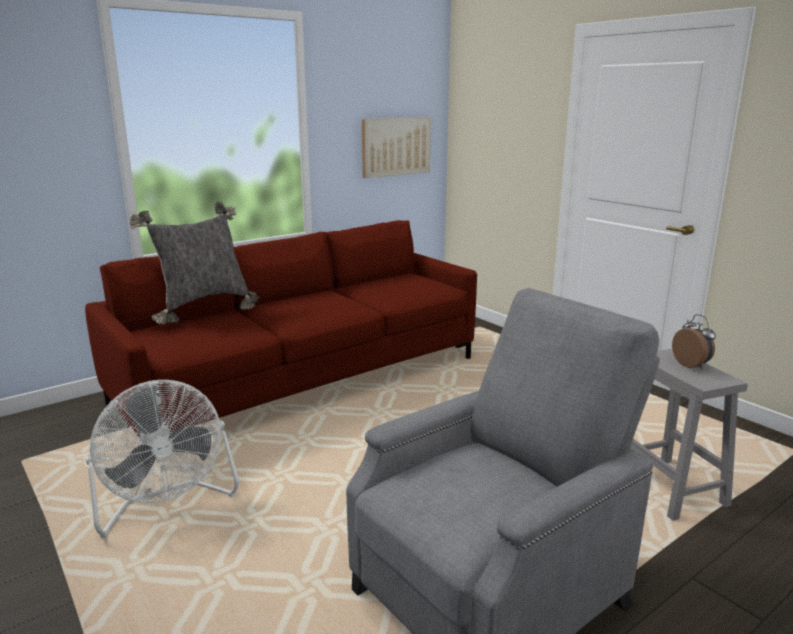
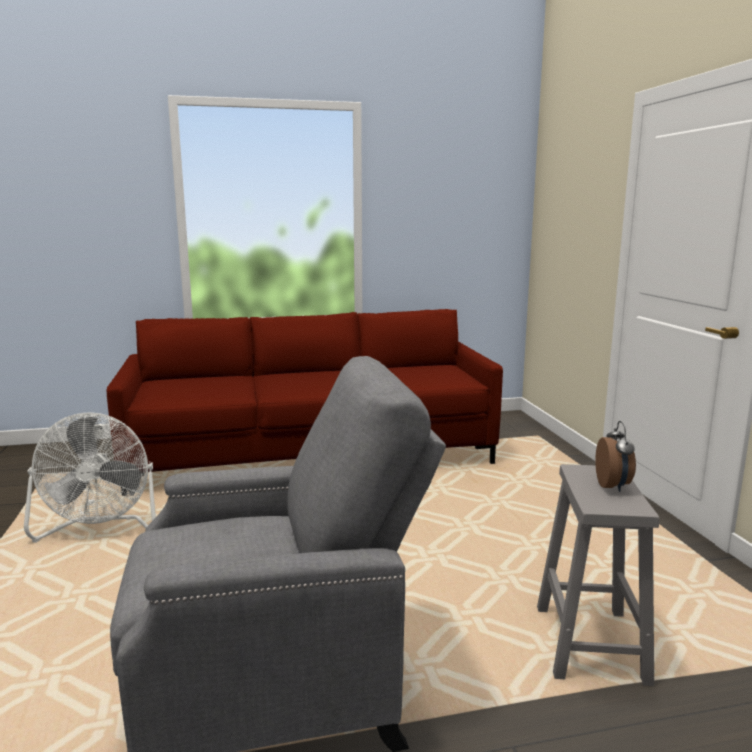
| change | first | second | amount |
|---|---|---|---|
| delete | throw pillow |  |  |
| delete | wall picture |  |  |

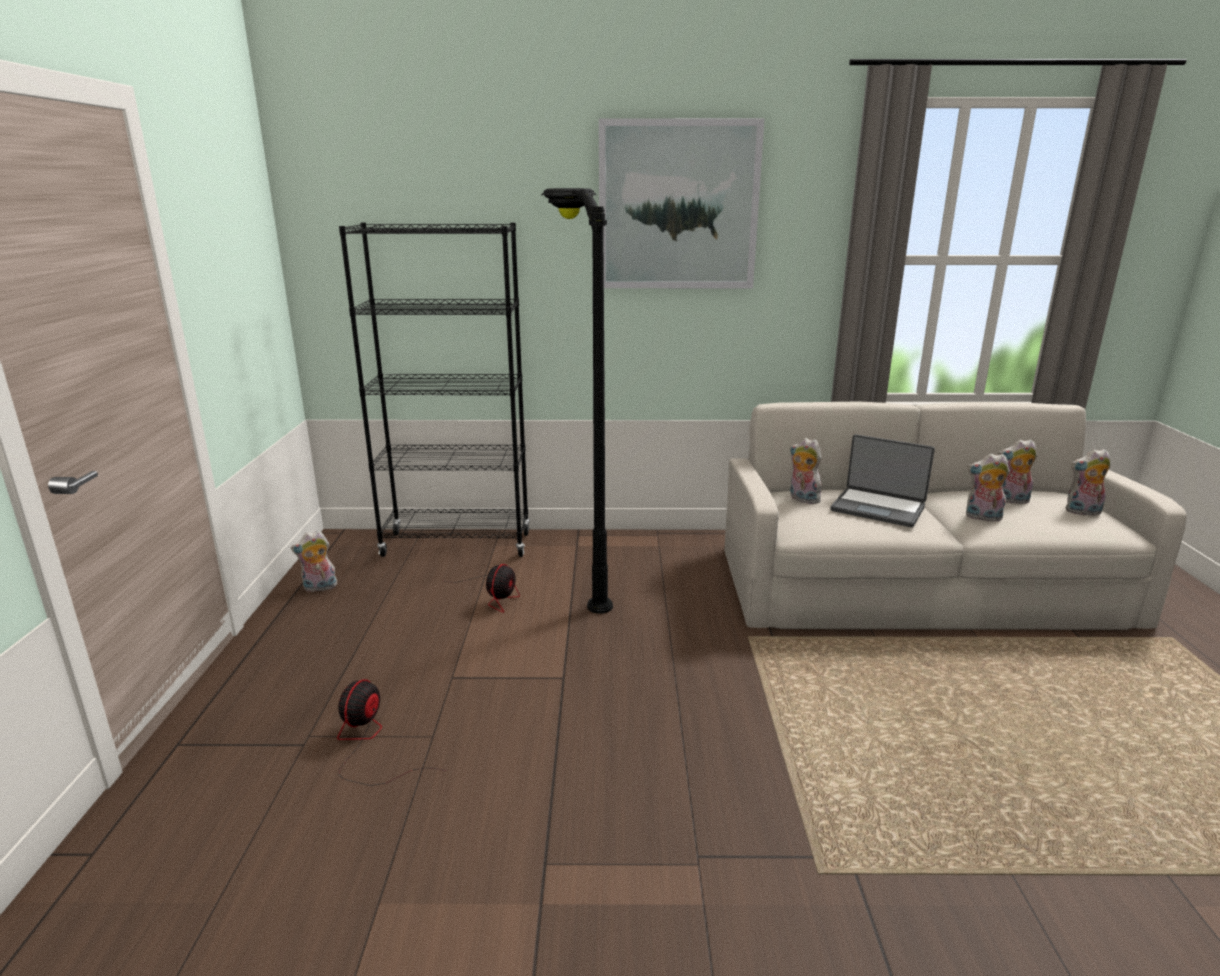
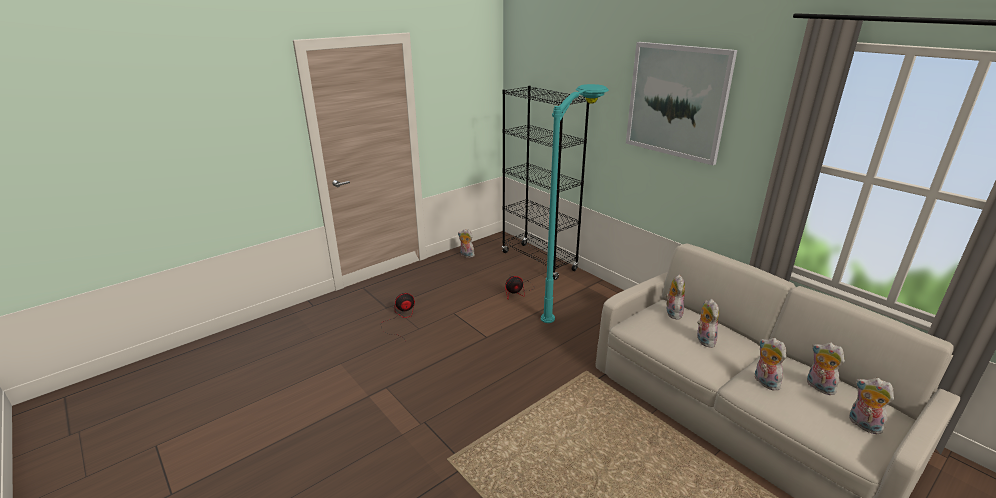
| change | first | second | amount |
|---|---|---|---|
| recolor | black floor lamp | turquoise-coloured floor lamp |  |
| replace | portable computer | soft toy (3rd from left) |  |

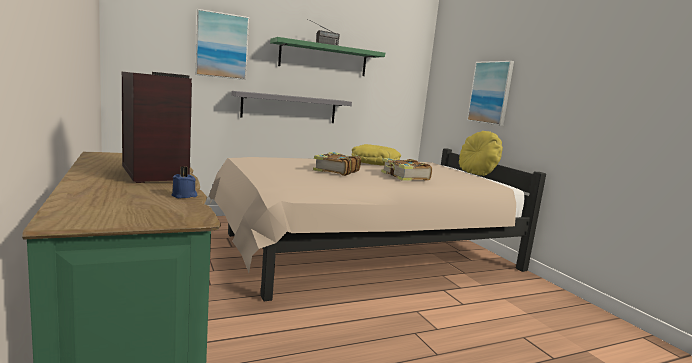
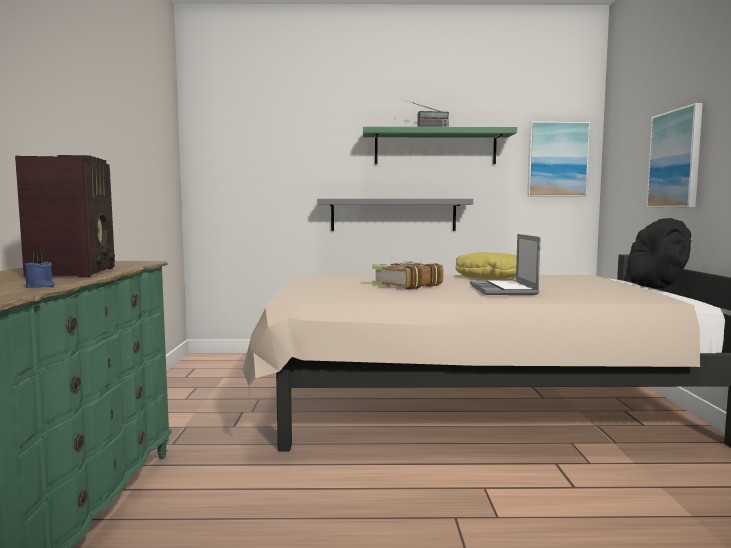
| change | first | second | amount |
|---|---|---|---|
| move | wall picture (1st from left) |  |  |
| replace | bound book (2nd from left) | portable computer |  |
| recolor | yellow throw pillow (2nd from left) | black throw pillow |  |

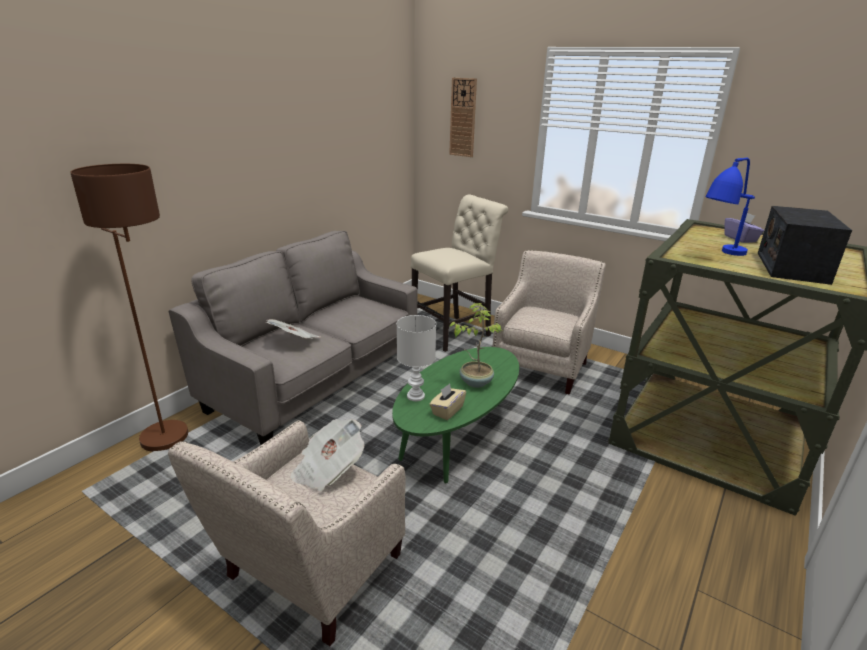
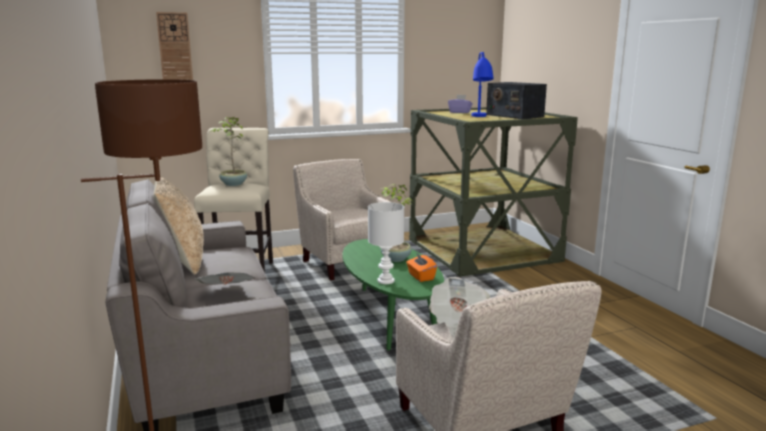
| change | first | second | amount |
|---|---|---|---|
| recolor | beige-coloured tissue holder | orangey tissue holder |  |
| insert |  | beige-coloured throw pillow |  |
| insert |  | potted plant (1st from left) |  |

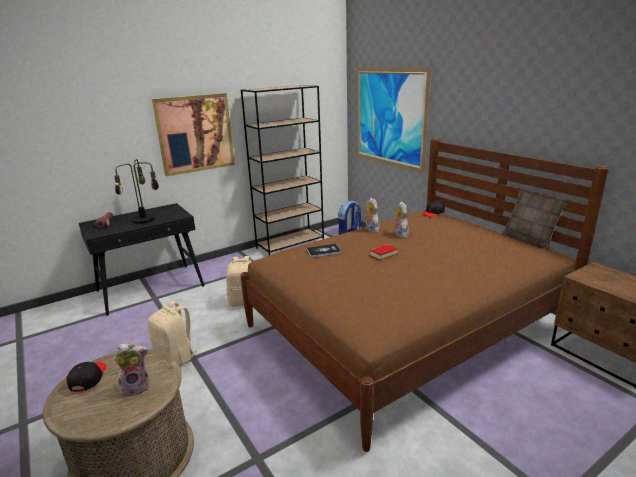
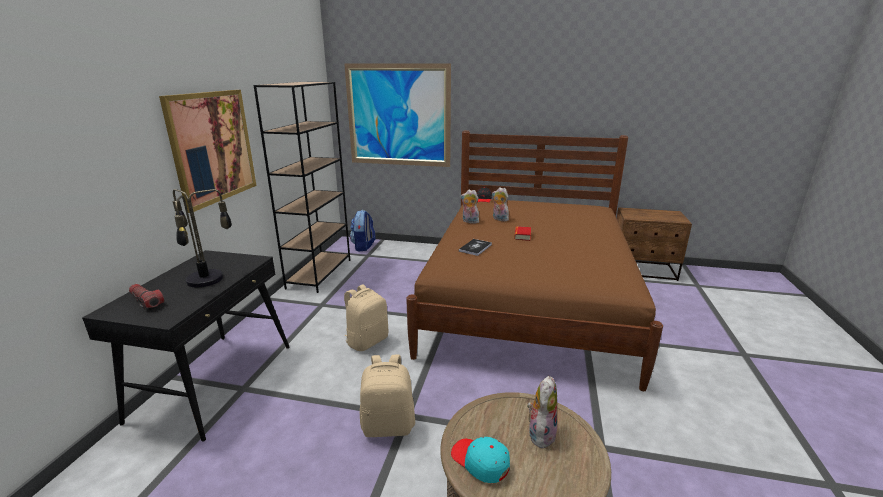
| change | first | second | amount |
|---|---|---|---|
| recolor | black baseball cap (1st from left) | turquoise-coloured baseball cap |  |
| delete | throw pillow |  |  |

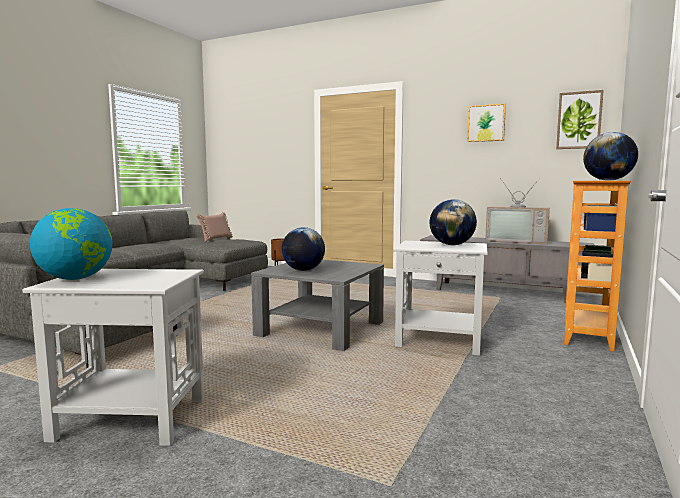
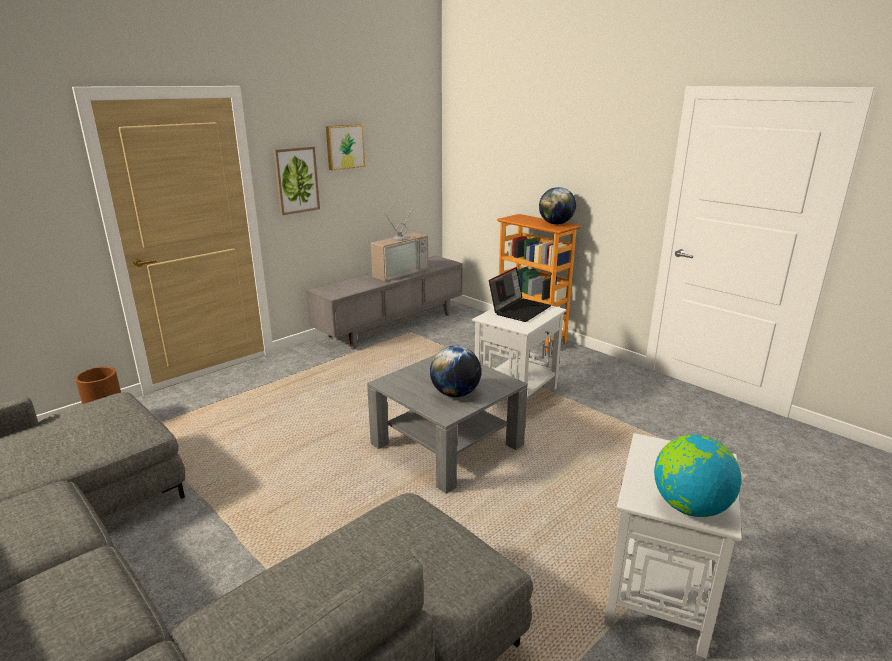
| change | first | second | amount |
|---|---|---|---|
| delete | beige-coloured throw pillow |  |  |
| replace | world globe (3rd from left) | portable computer |  |
| move | wall picture (2nd from left in the first image) | wall picture (1st from left) |  |

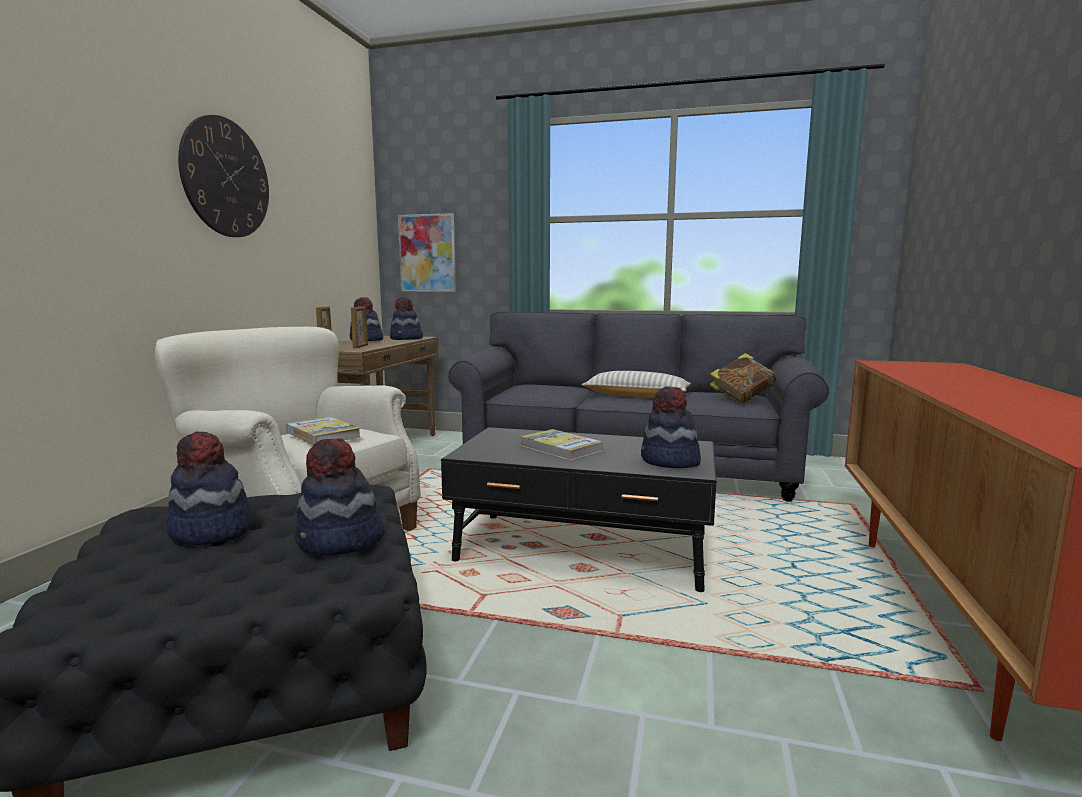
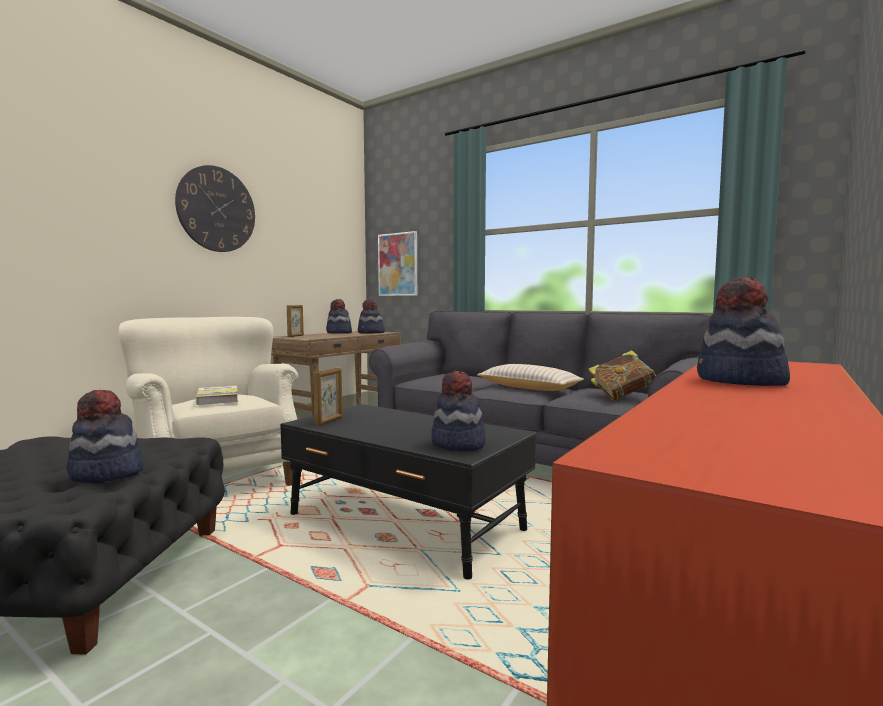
| change | first | second | amount |
|---|---|---|---|
| move | clothing hat (1st from left in the first image) | clothing hat (5th from left) |  |
| move | picture frame (2nd from left) |  |  |
| delete | bound book (2nd from left) |  |  |

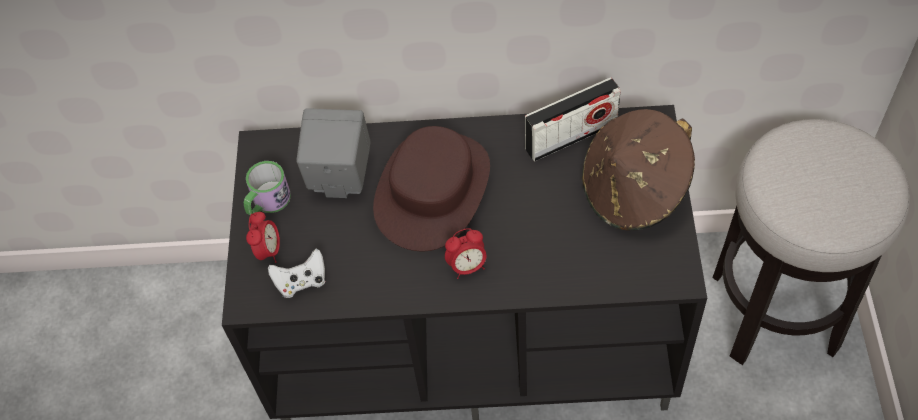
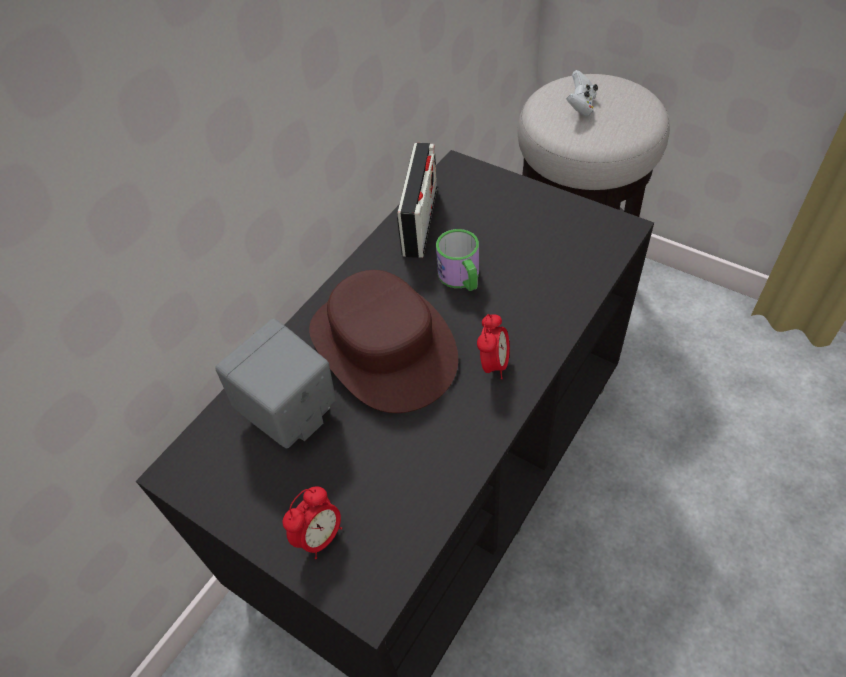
| change | first | second | amount |
|---|---|---|---|
| move | tea mug |  |  |
| rotate | alarm clock (1st from left) |  | 90 degrees clockwise |
| move | whitish game controller |  |  |
| delete | brownish clothing hat (2nd from left) |  |  |

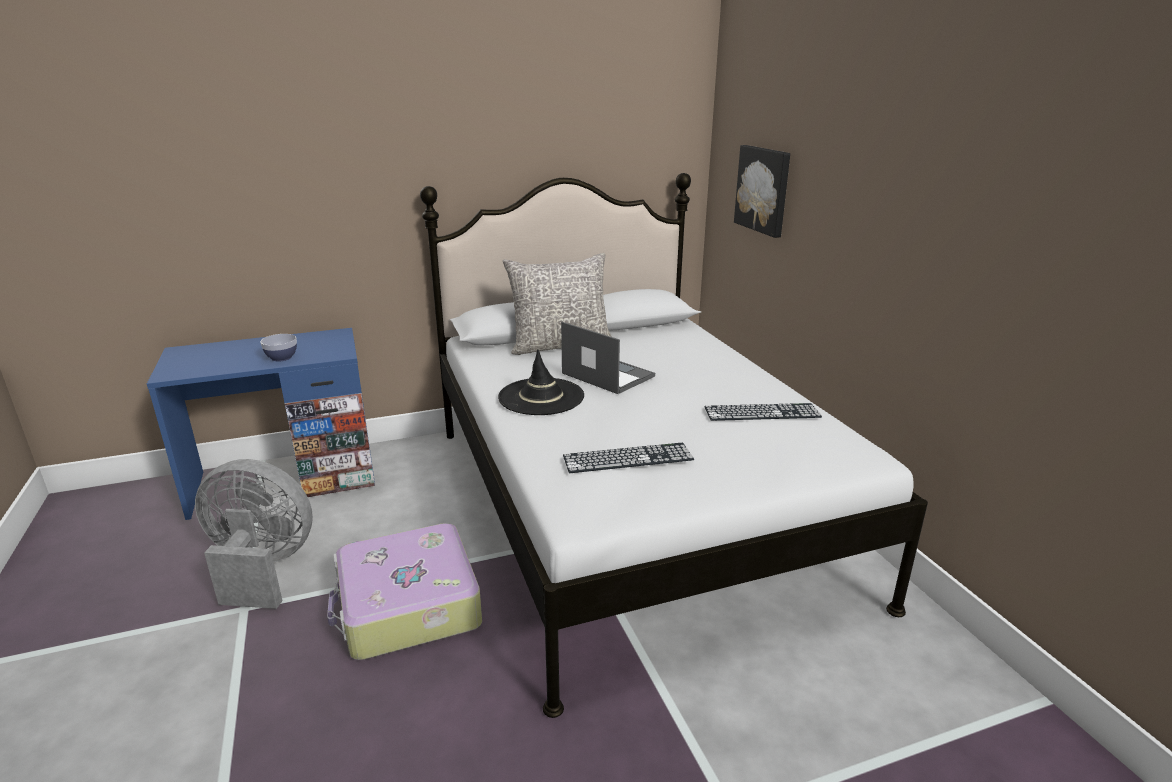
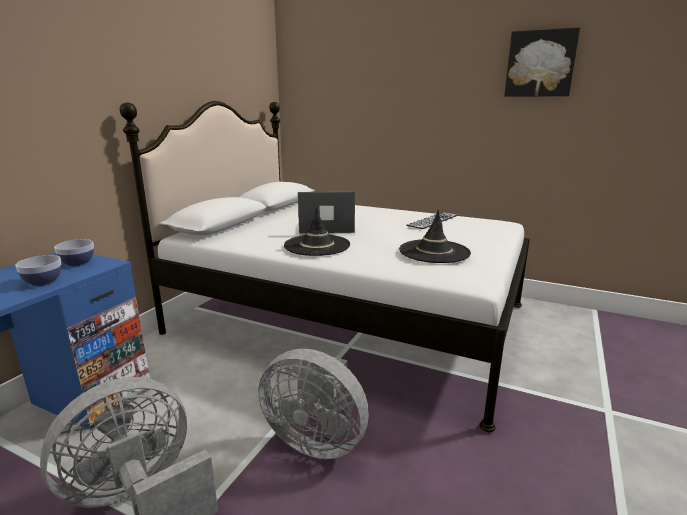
| change | first | second | amount |
|---|---|---|---|
| replace | travel case | gray fan (2nd from left) |  |
| delete | gray throw pillow |  |  |
| replace | keyboard (1st from left) | black clothing hat (2nd from left) |  |
| move | wall picture |  |  |
| insert |  | deep dish (2nd from left) |  |

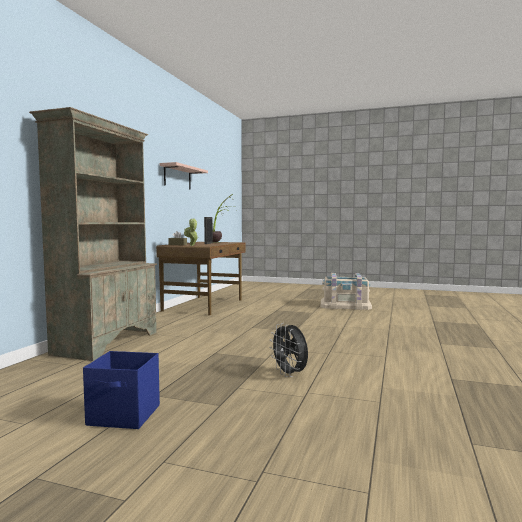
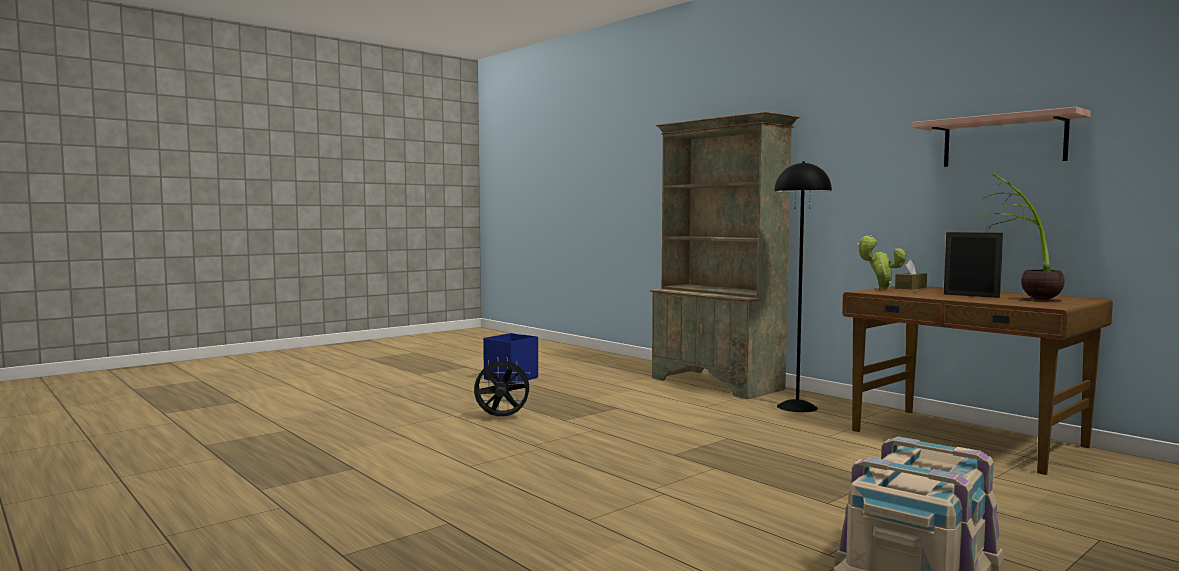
| change | first | second | amount |
|---|---|---|---|
| insert |  | black floor lamp |  |

